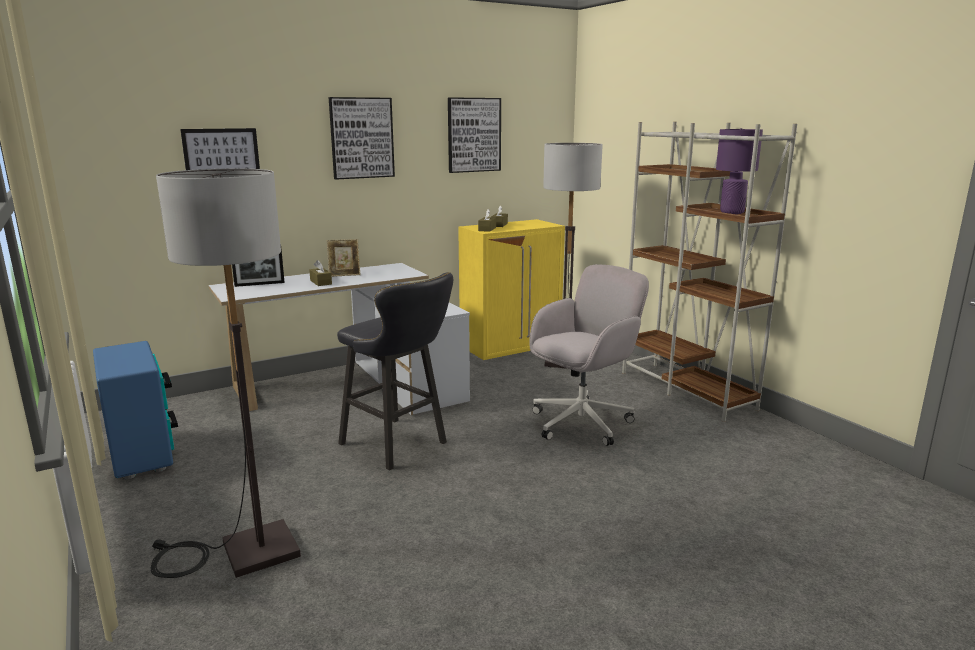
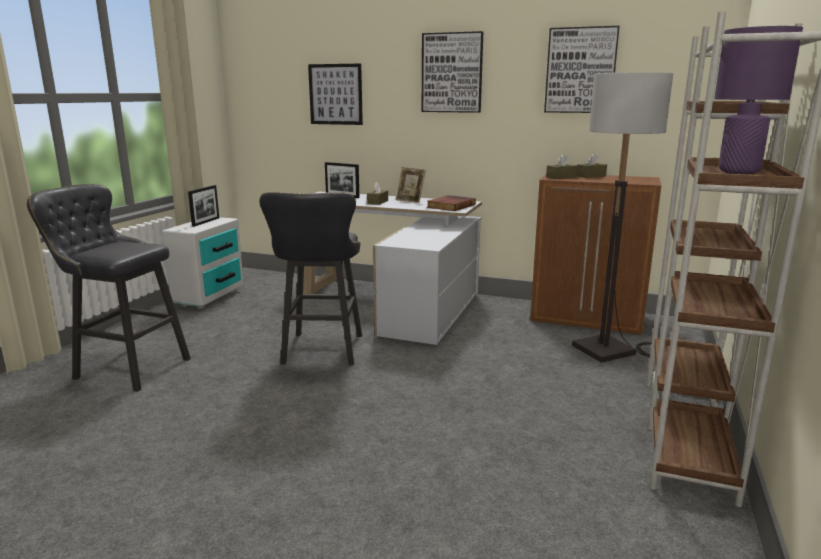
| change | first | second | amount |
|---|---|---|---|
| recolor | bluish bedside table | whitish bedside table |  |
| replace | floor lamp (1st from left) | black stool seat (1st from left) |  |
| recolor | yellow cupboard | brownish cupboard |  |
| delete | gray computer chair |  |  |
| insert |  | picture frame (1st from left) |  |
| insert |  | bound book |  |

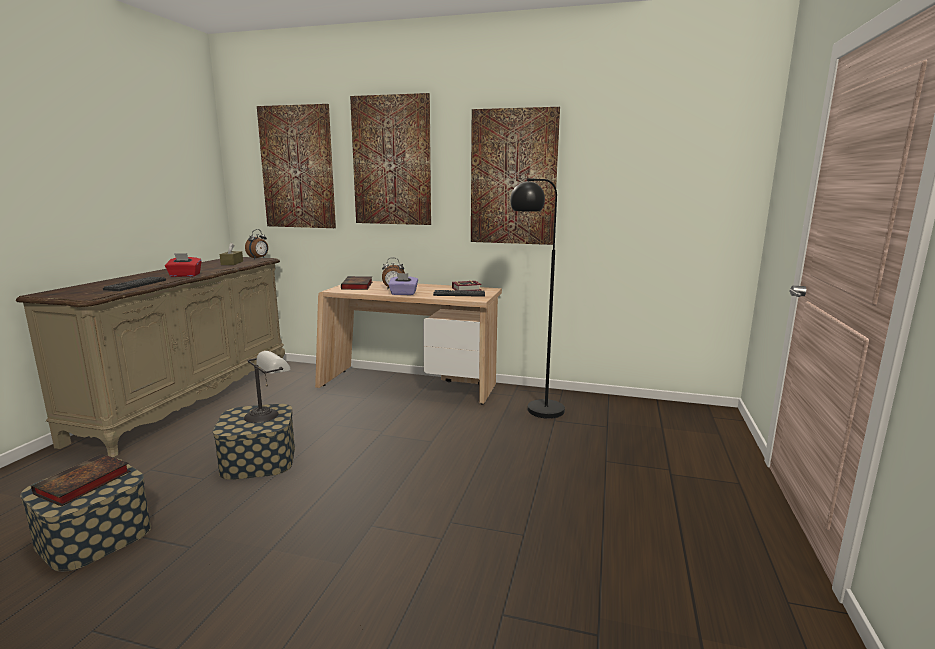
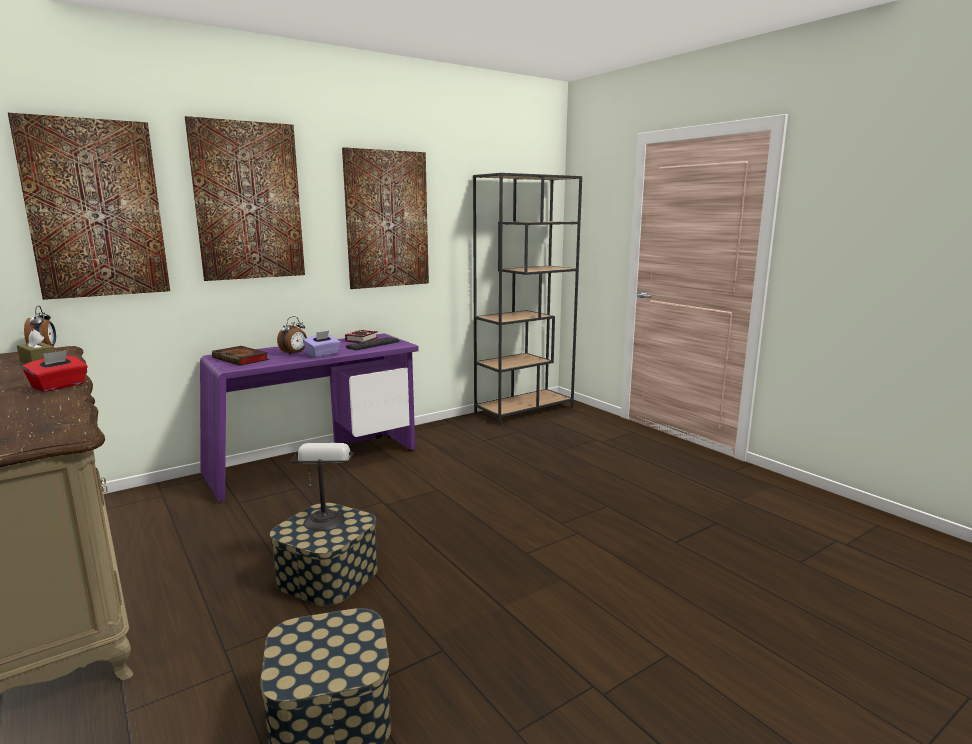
| change | first | second | amount |
|---|---|---|---|
| delete | bound book (1st from left) |  |  |
| delete | keyboard (1st from left) |  |  |
| recolor | beige-coloured desk table | purple desk table |  |
| delete | black floor lamp |  |  |
| insert |  | shelving unit |  |

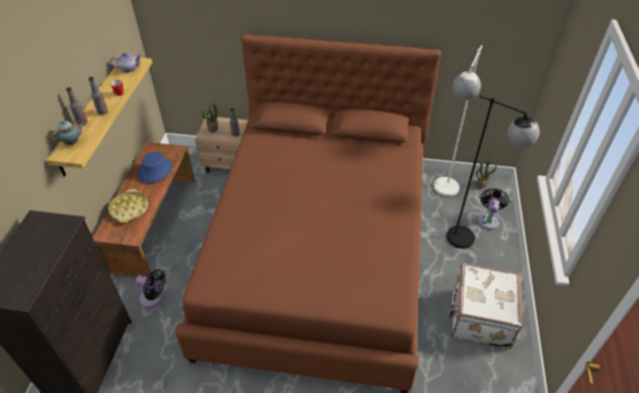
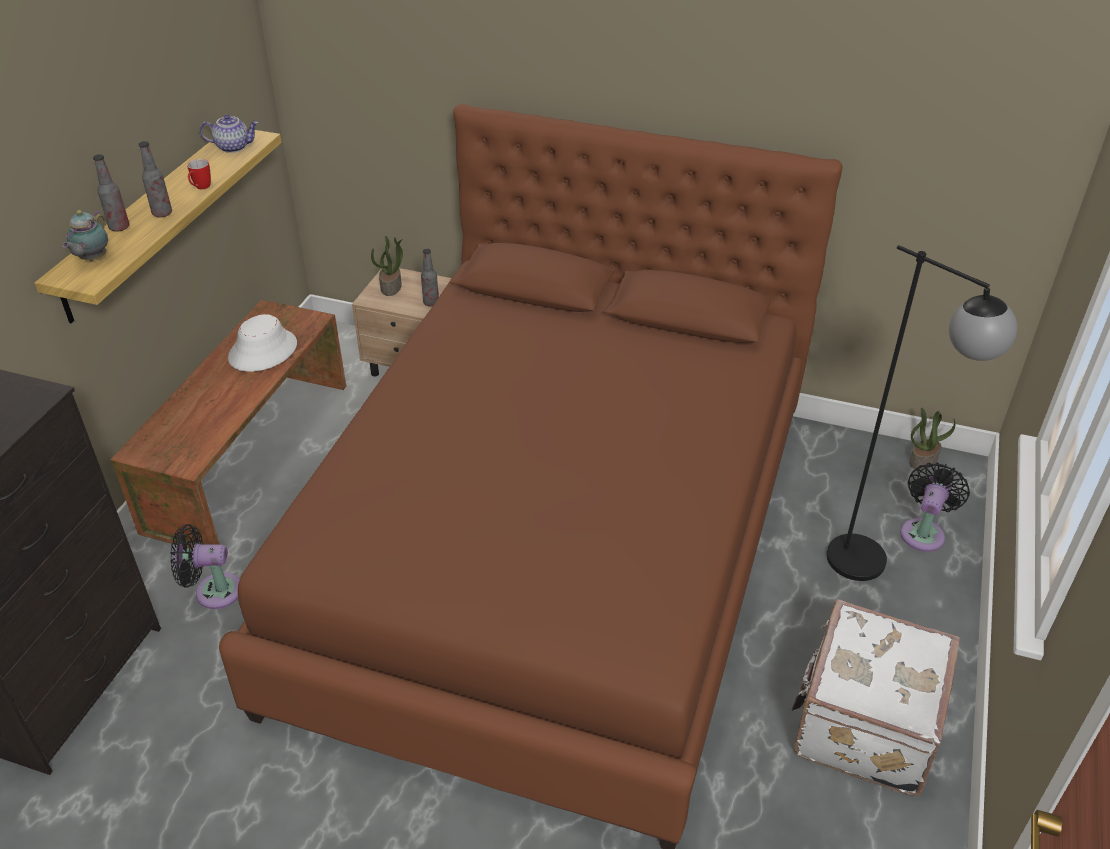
| change | first | second | amount |
|---|---|---|---|
| rotate | tea pot (1st from left) |  | 135 degrees clockwise |
| delete | yellow carrying tray |  |  |
| rotate | black fan (1st from left) |  | 150 degrees clockwise |
| recolor | bluish clothing hat | whitish clothing hat |  |
| delete | whitish floor lamp |  |  |

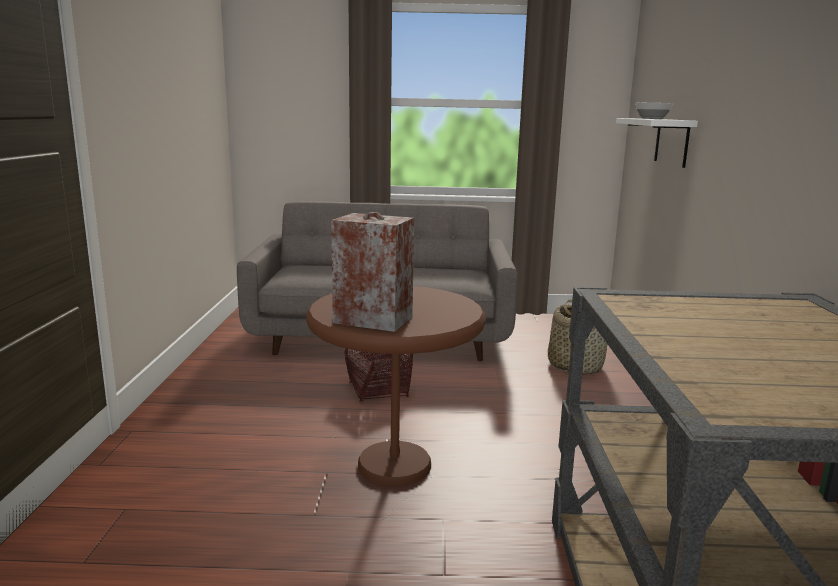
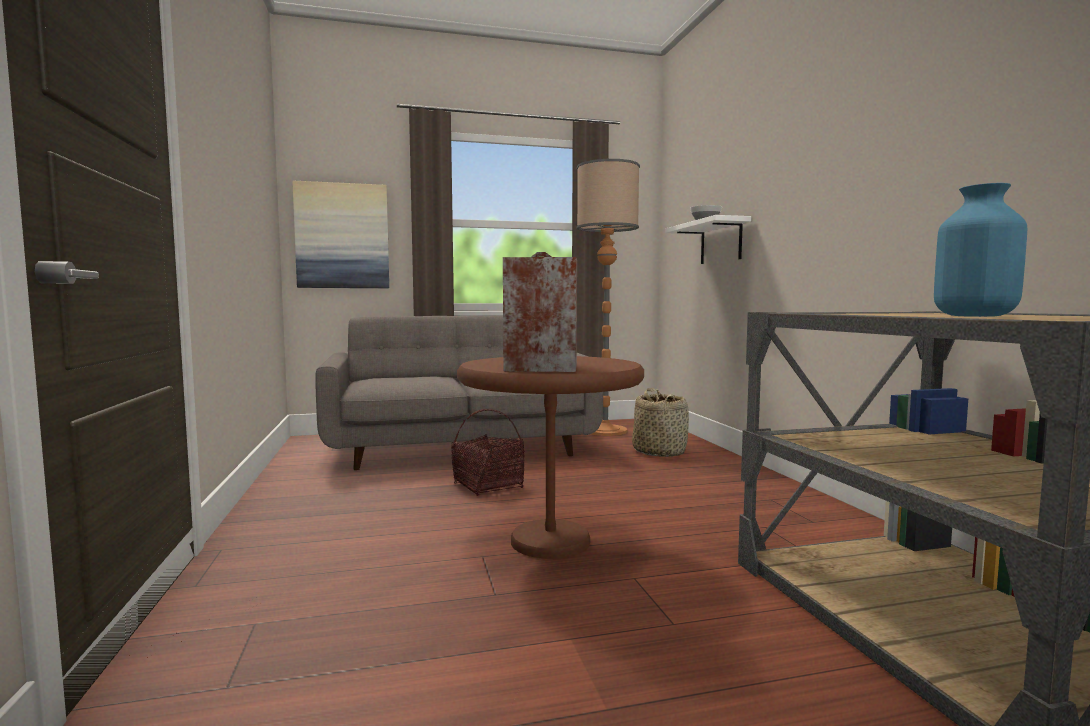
| change | first | second | amount |
|---|---|---|---|
| insert |  | wall picture |  |
| insert |  | floor lamp |  |
| insert |  | bluish flower vase |  |

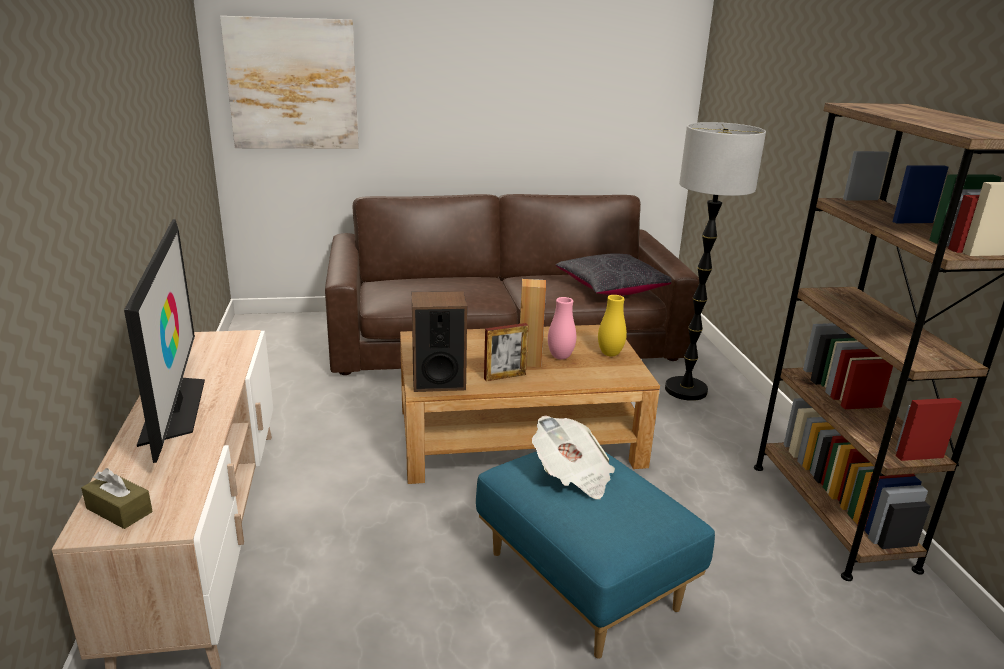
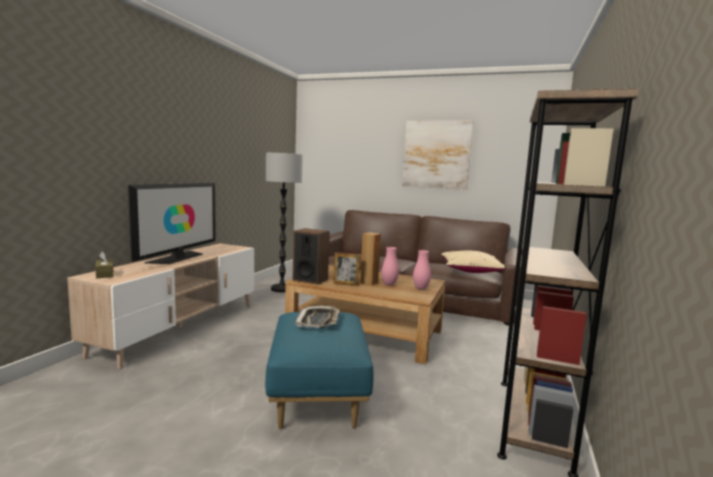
| change | first | second | amount |
|---|---|---|---|
| move | wall picture |  |  |
| replace | daily paper | carrying tray |  |
| recolor | black throw pillow | beige-coloured throw pillow |  |
| recolor | yellow flower vase | pink-coloured flower vase (2nd from left) |  |
| move | floor lamp |  |  |

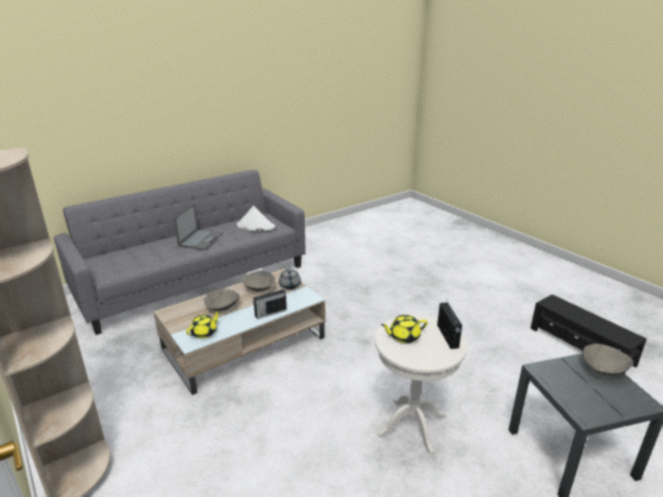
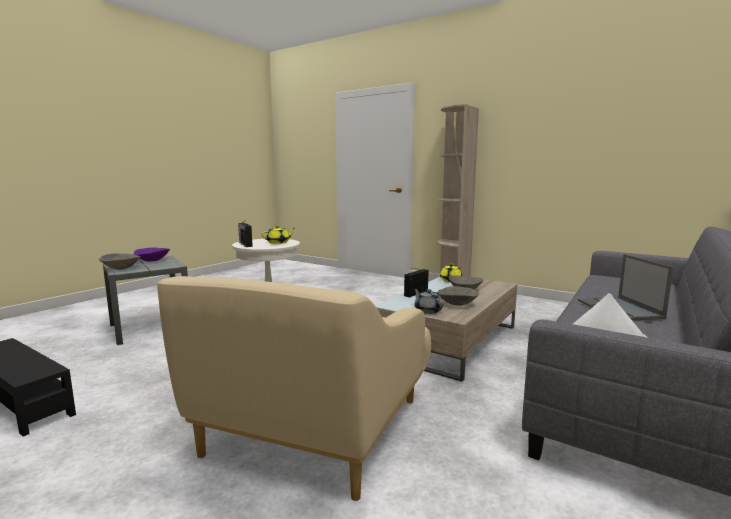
| change | first | second | amount |
|---|---|---|---|
| insert |  | purple deep dish |  |
| insert |  | beige-coloured armchair |  |

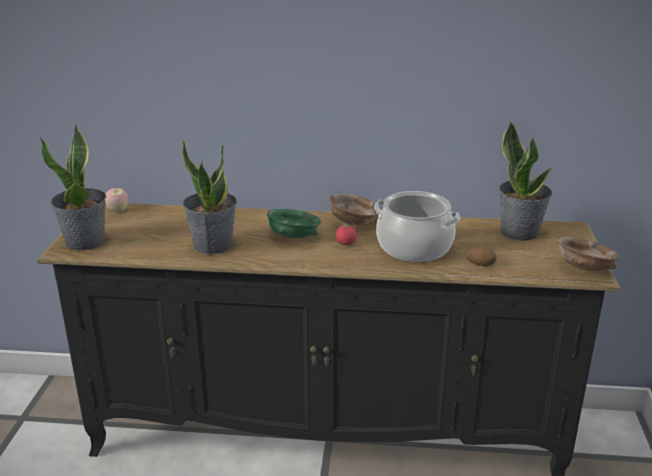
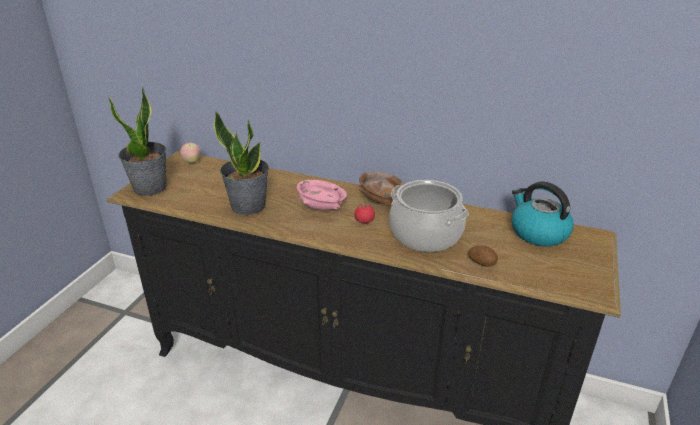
| change | first | second | amount |
|---|---|---|---|
| recolor | green deep dish | pink-coloured deep dish |  |
| replace | potted plant (3rd from left) | kettle |  |
| delete | brownish deep dish (2nd from left) |  |  |

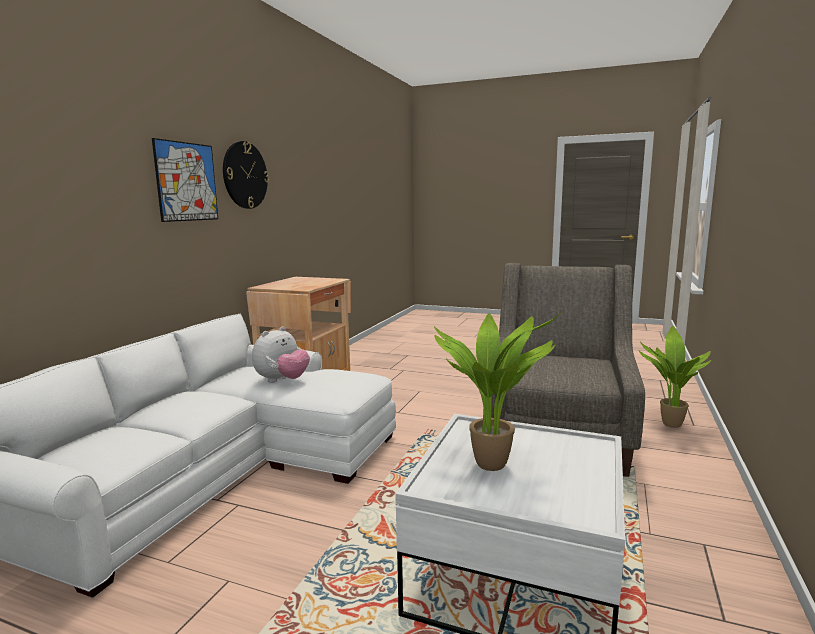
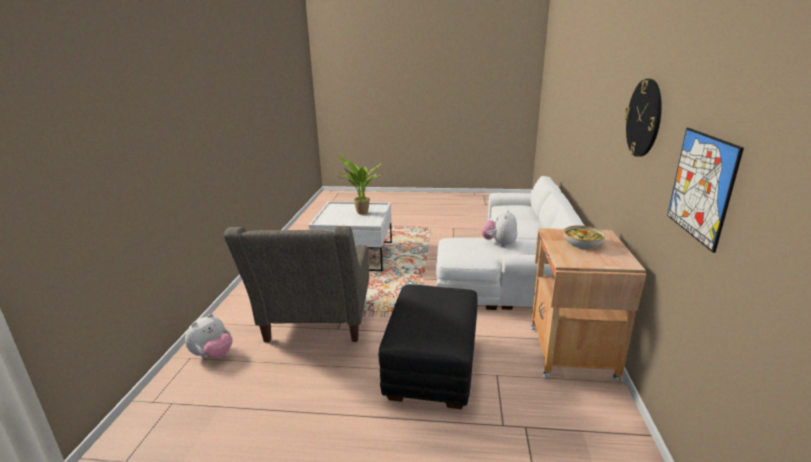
| change | first | second | amount |
|---|---|---|---|
| move | wall picture |  |  |
| replace | potted plant (2nd from left) | soft toy (1st from left) |  |
| insert |  | black ottoman |  |
| insert |  | deep dish |  |

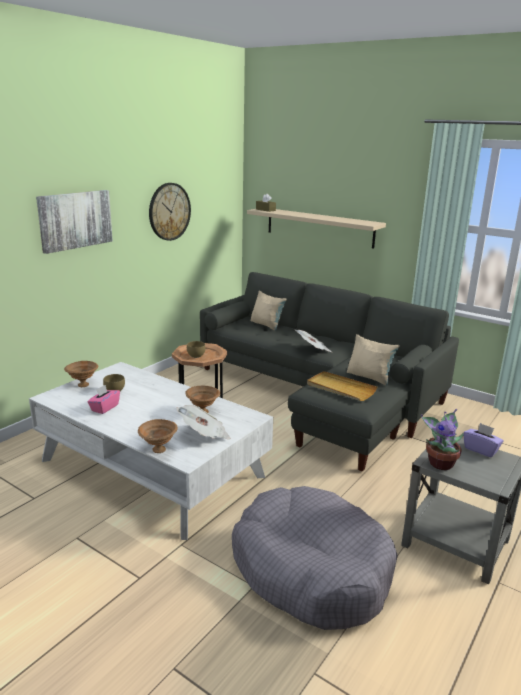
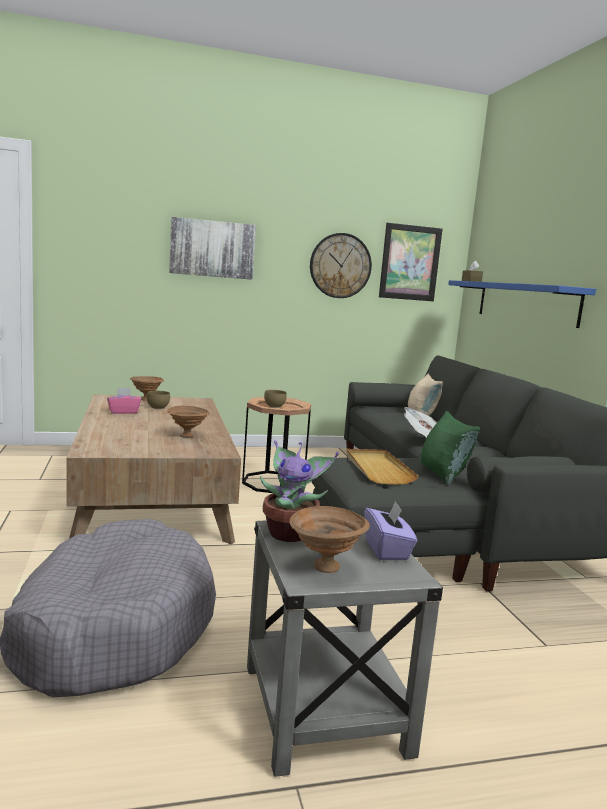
| change | first | second | amount |
|---|---|---|---|
| recolor | whitish lounge table | brownish lounge table |  |
| move | brownish deep dish (3rd from left in the first image) | brownish deep dish (5th from left) |  |
| delete | daily paper (1st from left) |  |  |
| recolor | beige-coloured wall shelf | bluish wall shelf |  |
| recolor | beige-coloured throw pillow (2nd from left) | green throw pillow |  |
| insert |  | wall picture (2nd from left) |  |

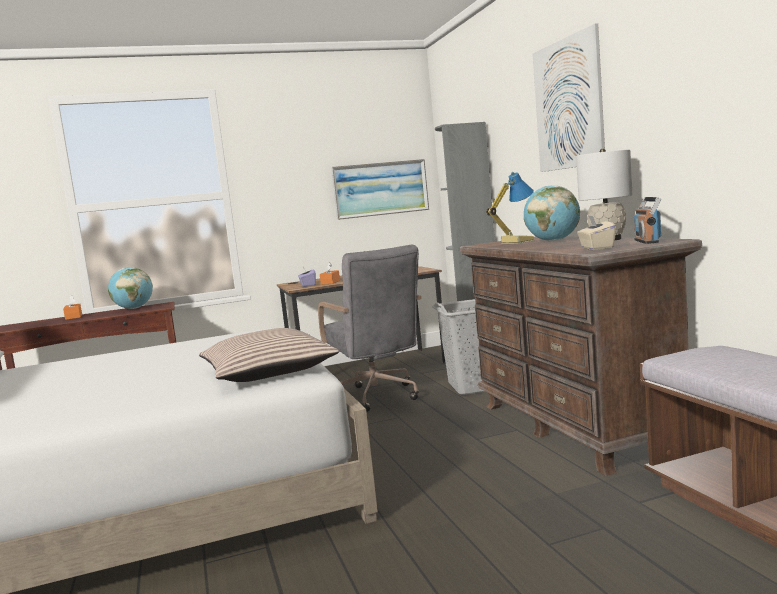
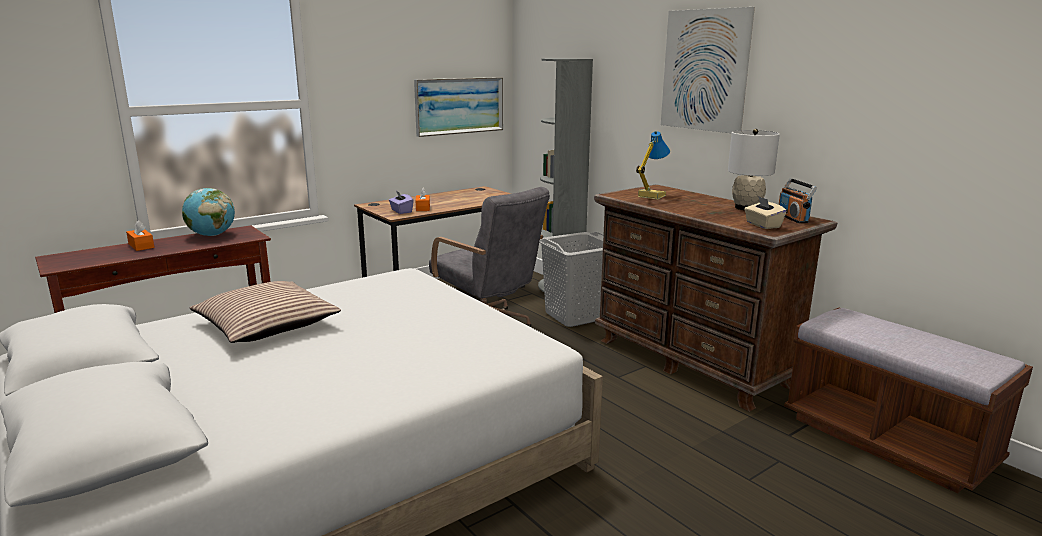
| change | first | second | amount |
|---|---|---|---|
| move | throw pillow |  |  |
| delete | world globe (2nd from left) |  |  |

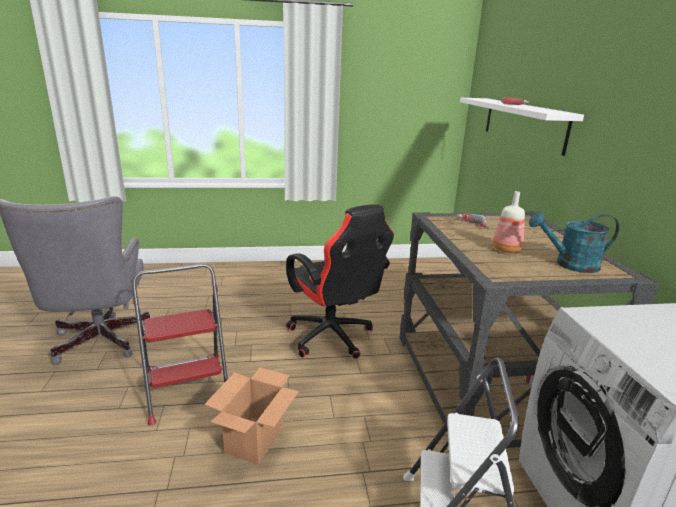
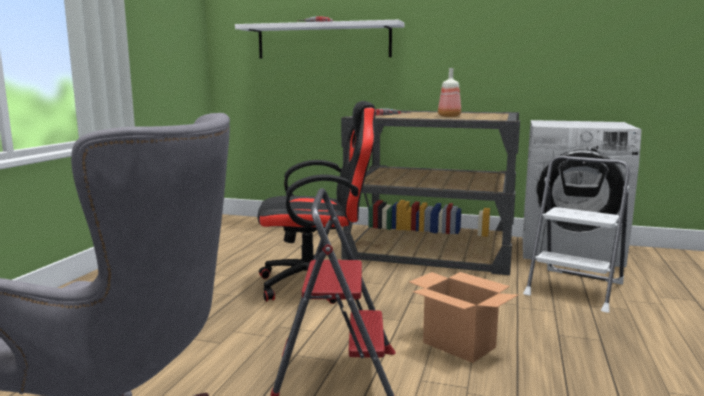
| change | first | second | amount |
|---|---|---|---|
| delete | turquoise-coloured watering can |  |  |

